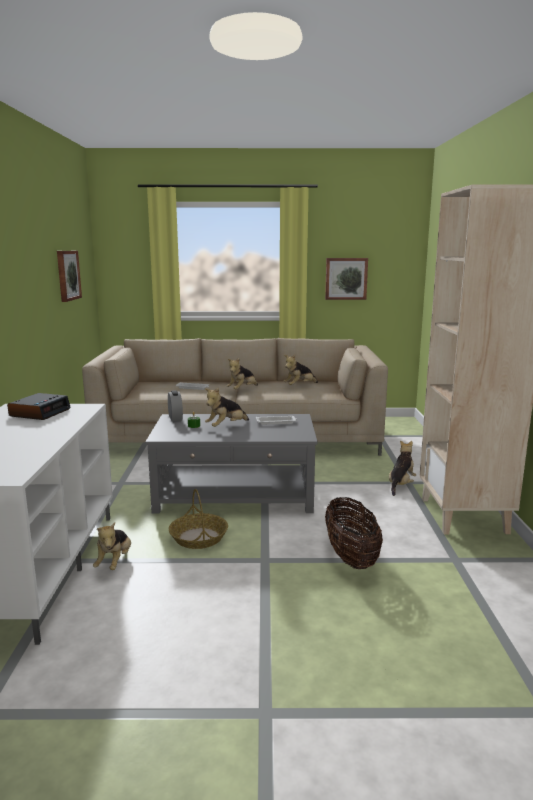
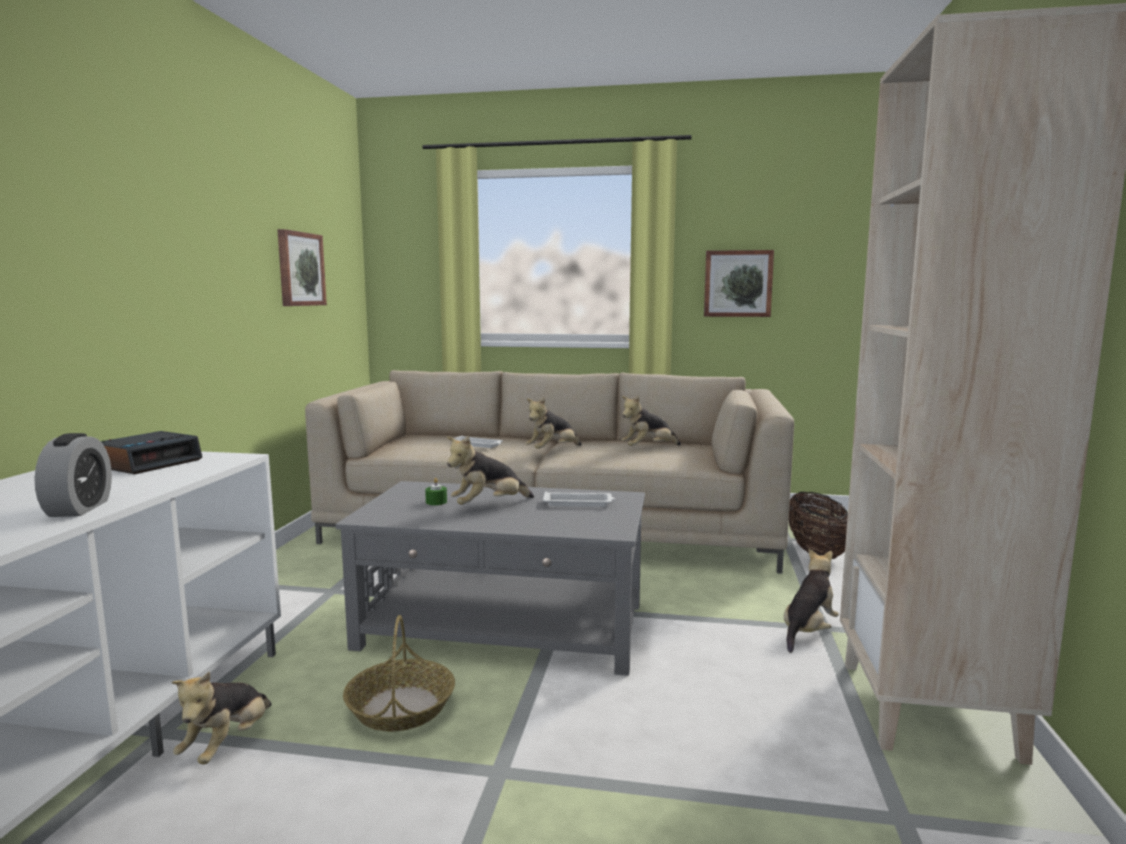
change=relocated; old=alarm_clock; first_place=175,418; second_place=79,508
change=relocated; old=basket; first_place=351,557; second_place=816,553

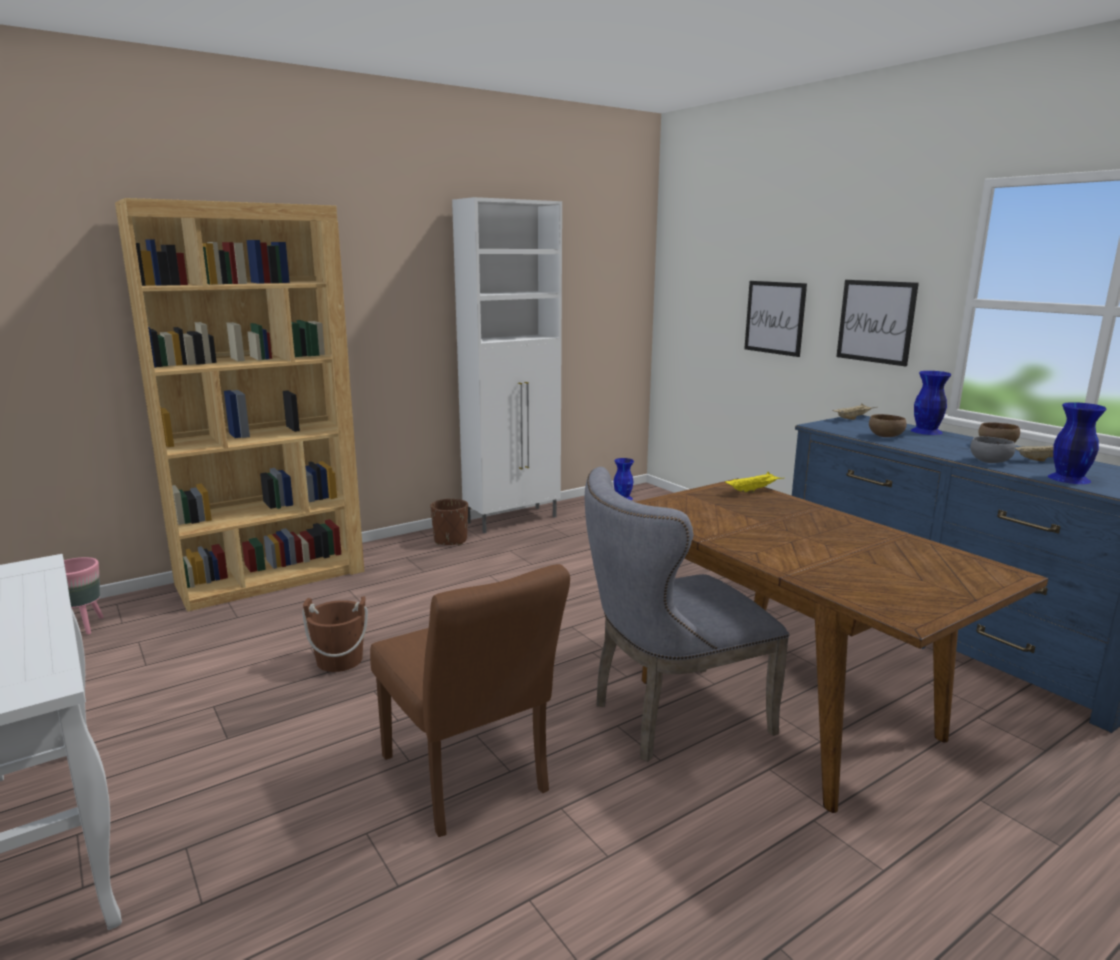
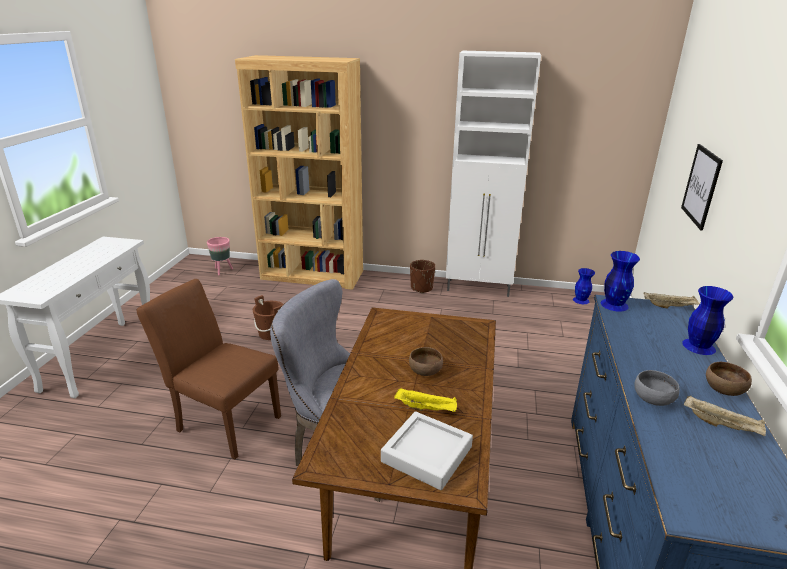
change=missing; old=picture; first_place=876,321
change=relocated; old=blue_vase; first_place=1068,478; second_place=614,304
change=relocated; old=brown_bowl; first_place=885,436; second_place=425,371
change=relocated; old=yellow_tray; first_place=753,490; second_place=426,408
change=spun; old=brown_chair; first_place=470,781; second_place=223,421; degrees=105
change=appeared; new=grey_tray; second_place=427,454

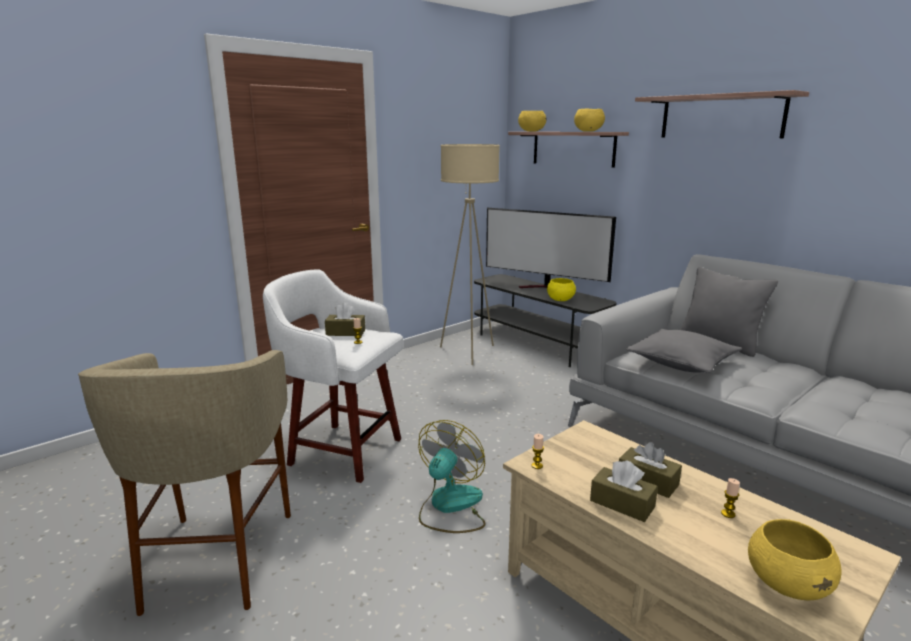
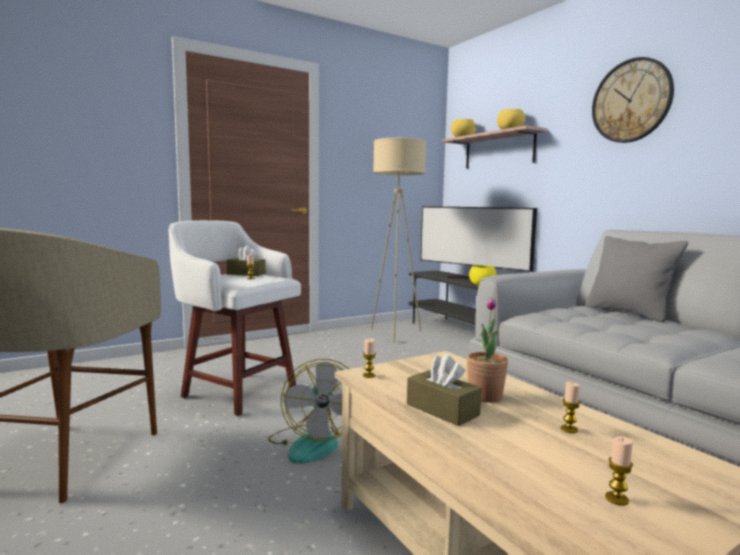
change=exchanged; old=shelf; new=wall_clock; first_place=721,116; second_place=631,101
change=missing; old=grey_pillow; first_place=681,363
change=spun; old=fan; first_place=450,506; second_place=312,443; degrees=135
change=exchanged; old=brown_tissue_box; new=potted_plant; first_place=647,481; second_place=485,396
change=exchanged; old=yellow_bowl; new=candle; first_place=787,584; second_place=617,499

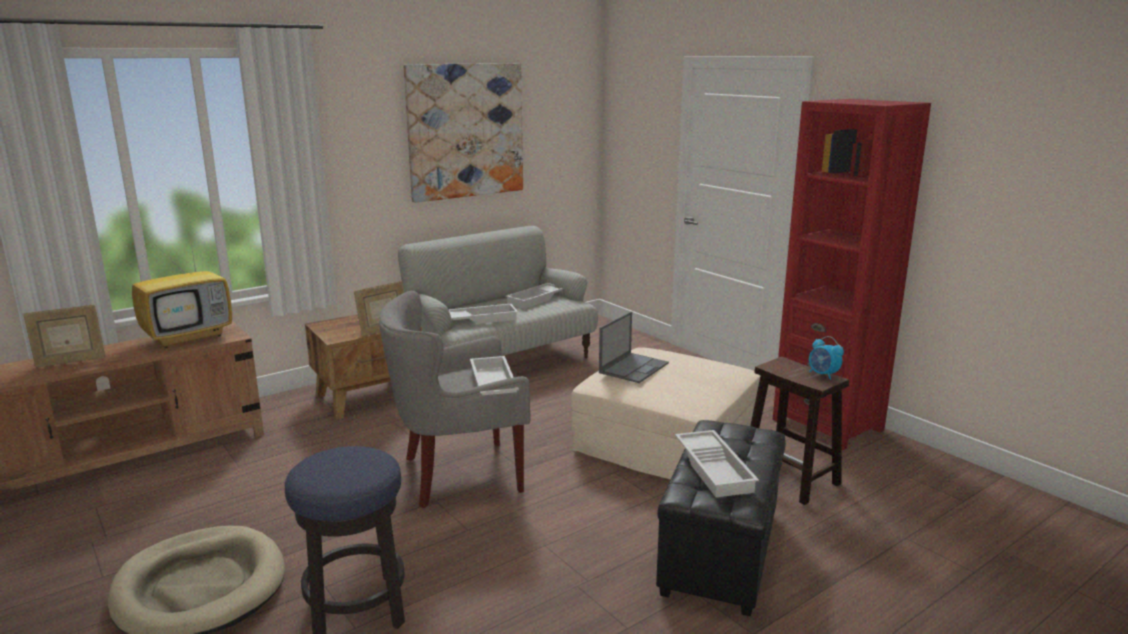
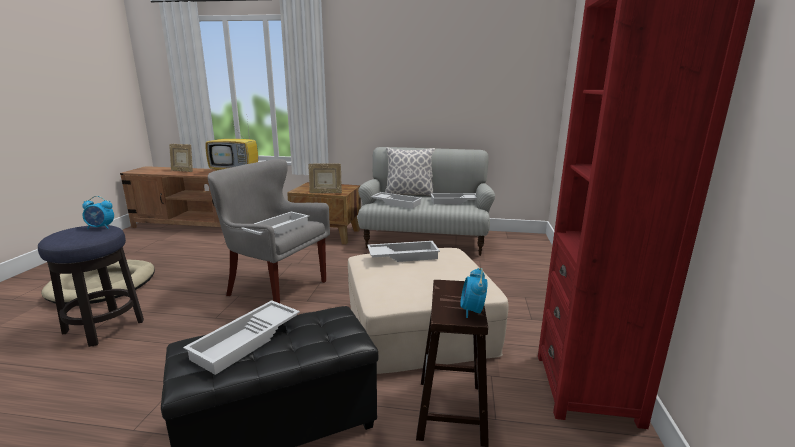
change=missing; old=picture; first_place=466,131
change=exchanged; old=laptop; new=white_tray; first_place=634,368; second_place=403,255
change=appeared; new=pillow; second_place=409,194
change=appeared; new=alarm_clock; second_place=101,227

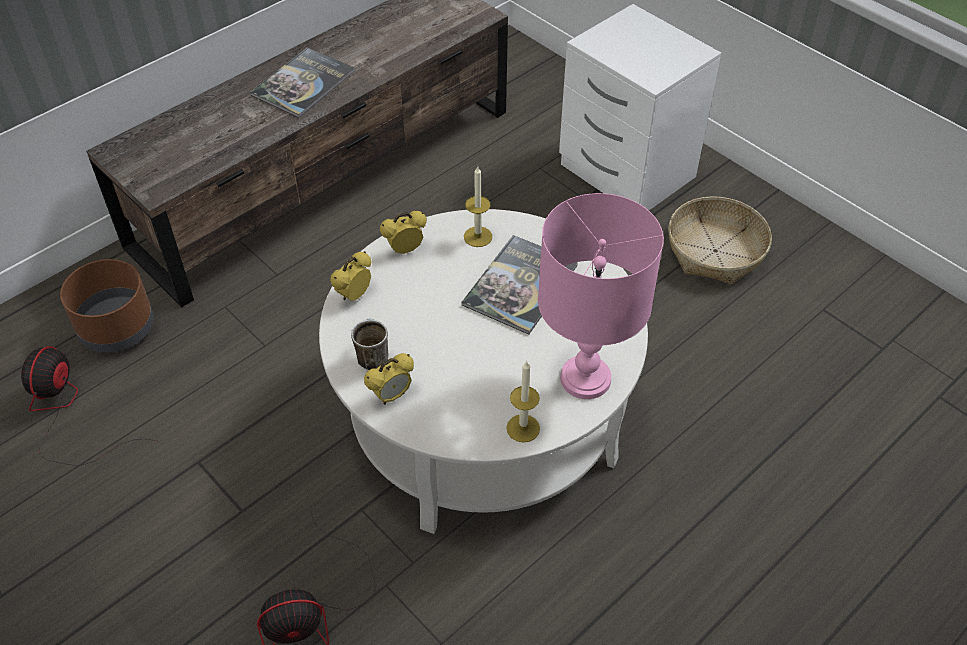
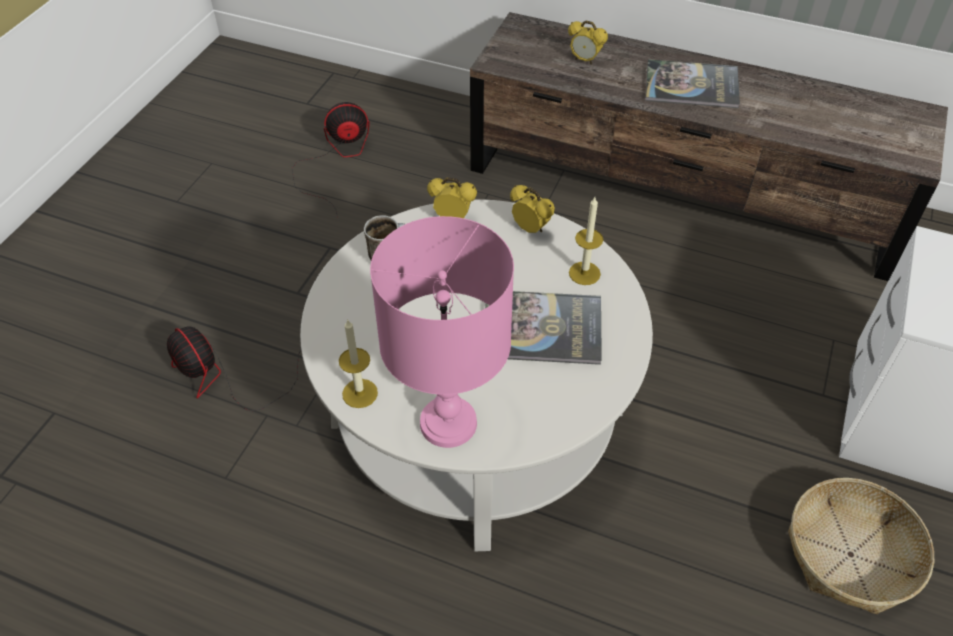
change=missing; old=brown_planter; first_place=118,327
change=relocated; old=alarm_clock; first_place=391,396; second_place=585,60

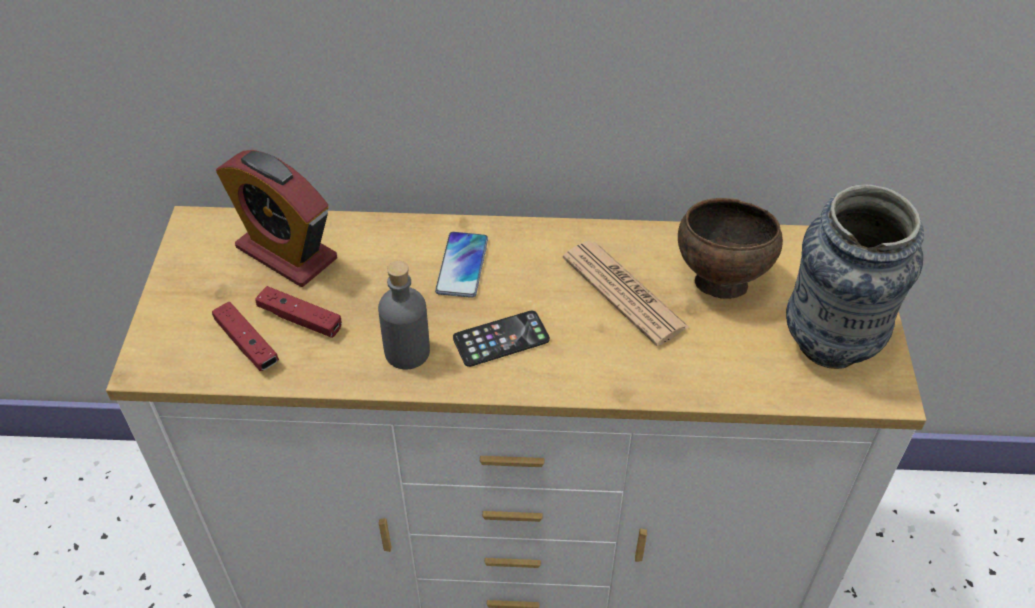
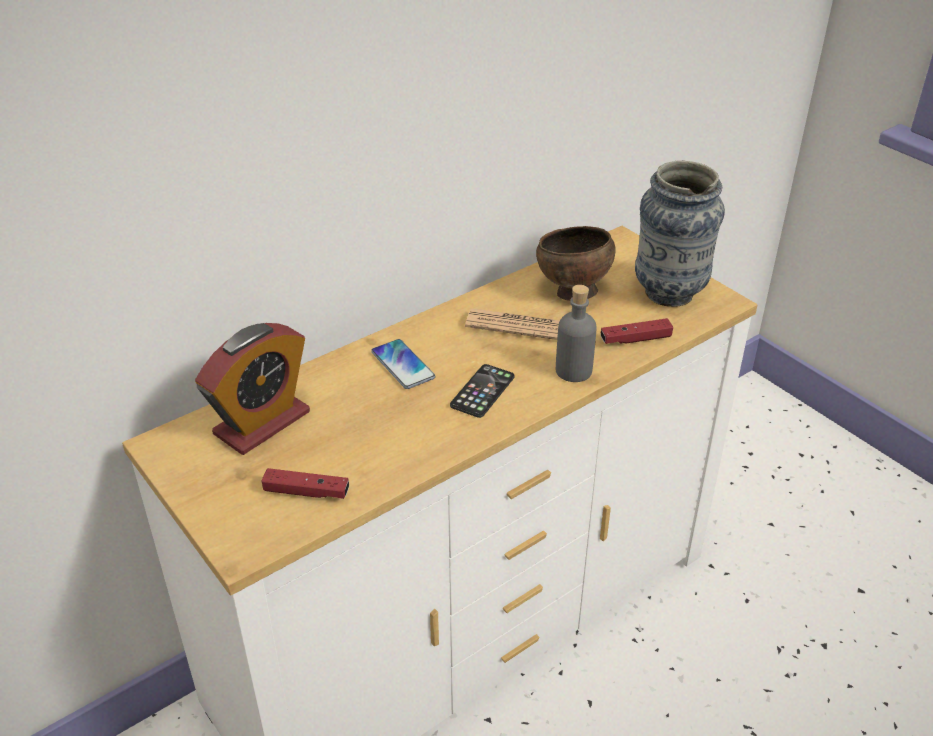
change=spun; old=alarm_clock; first_place=286,253; second_place=262,423; degrees=-45
change=relocated; old=grey_bottle; first_place=407,352; second_place=573,370
change=relocated; old=red_game_controller; first_place=300,319; second_place=635,339

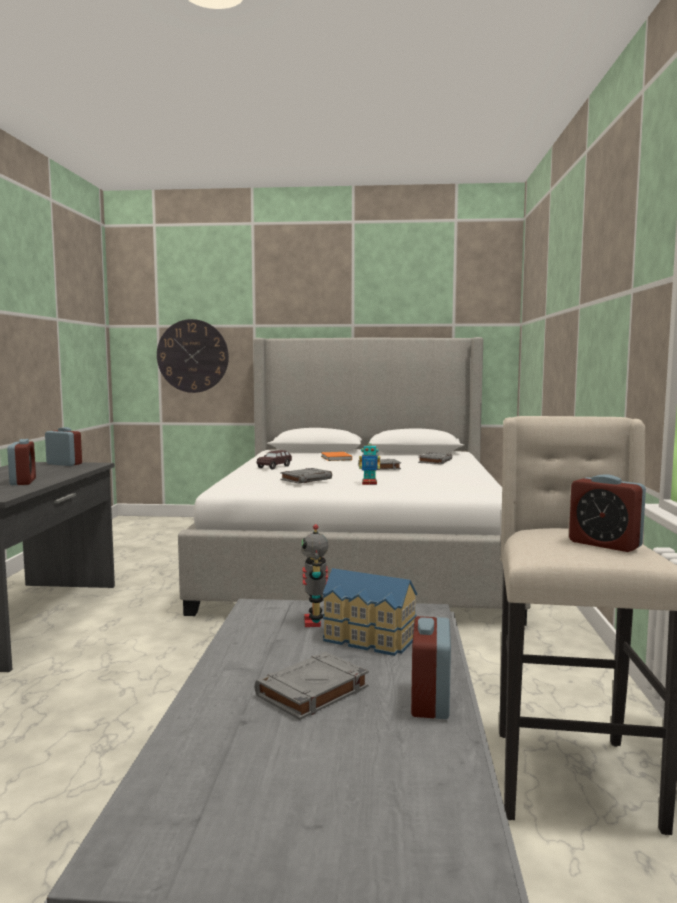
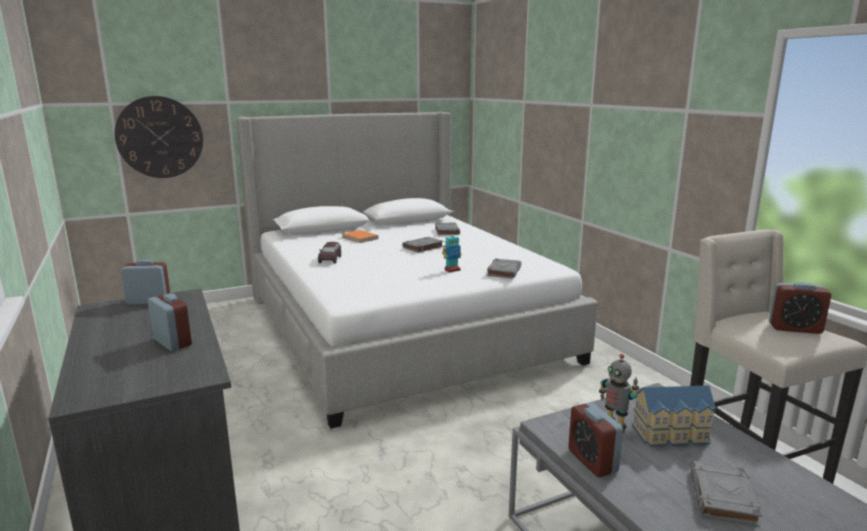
change=relocated; old=grey_book; first_place=306,479; second_place=504,271
change=relocated; old=alarm_clock; first_place=430,701; second_place=592,461

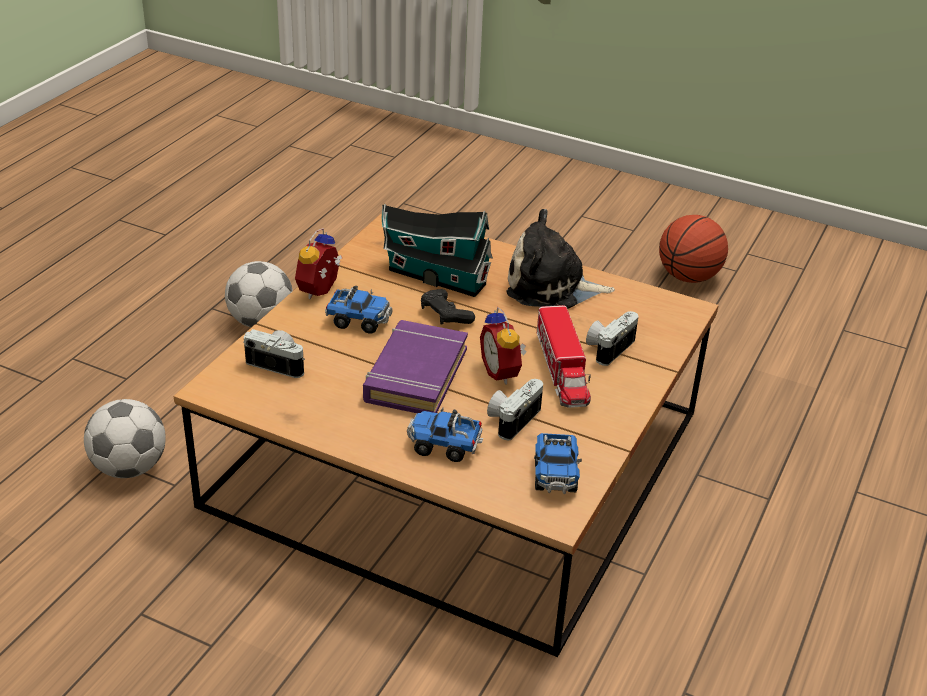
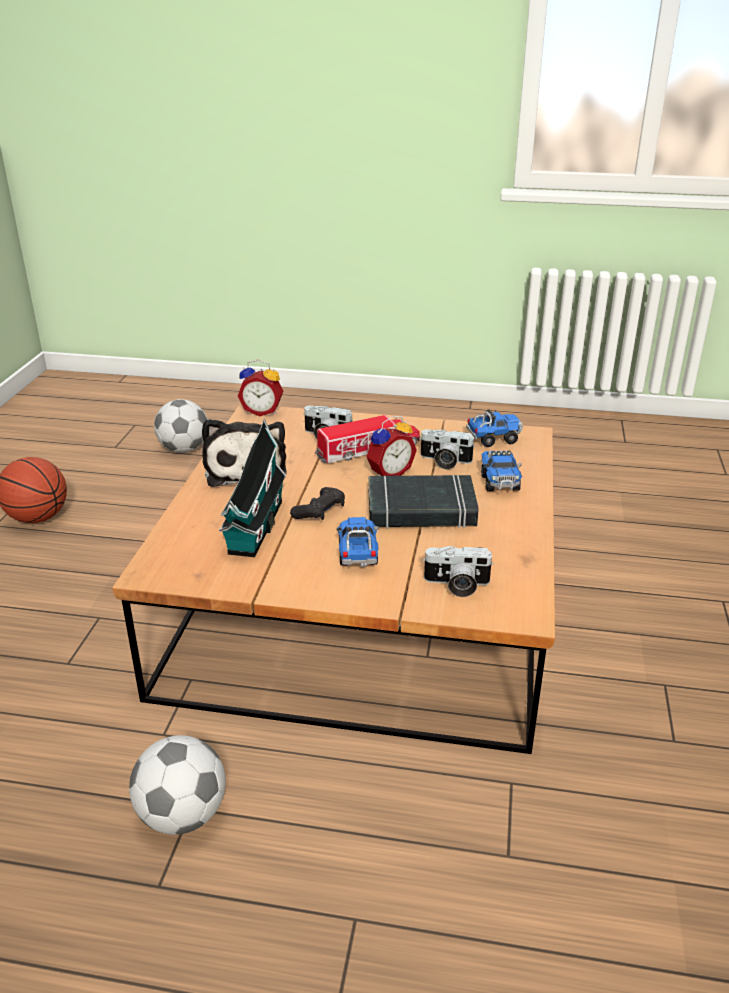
change=relocated; old=alarm_clock; first_place=322,291; second_place=262,411
change=colour; old=purple_book; new=black_book; first_place=415,375; second_place=421,510
change=spun; old=photo_camera; first_place=279,363; second_place=456,585; degrees=-90
change=relocated; old=football; first_place=129,467; second_place=184,449

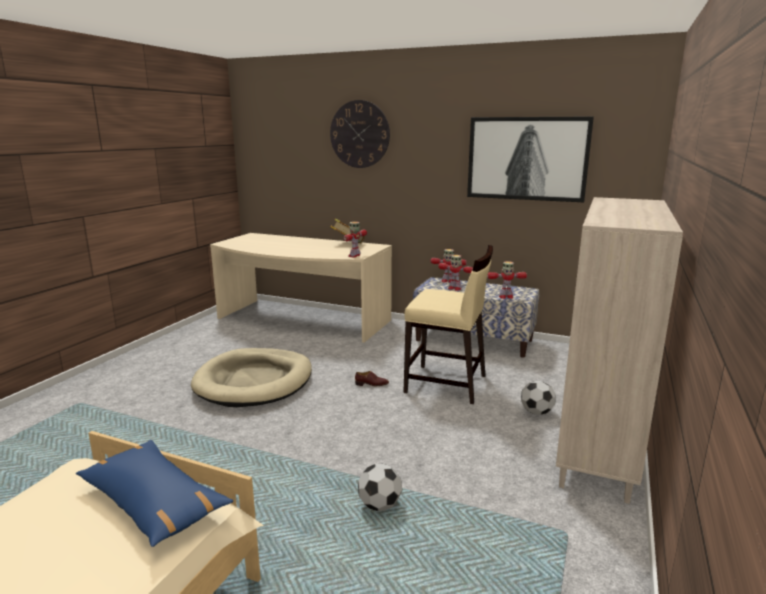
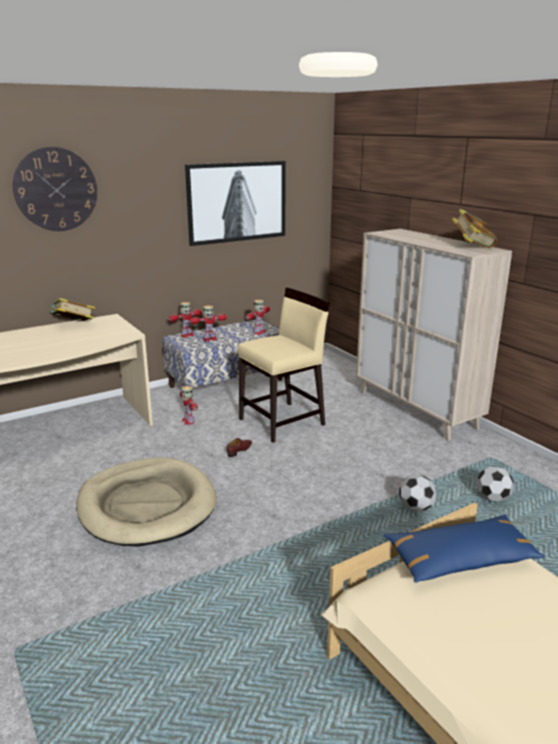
change=relocated; old=toy_robot; first_place=354,256; second_place=188,421
change=relocated; old=football; first_place=536,412; second_place=492,498
change=appeared; new=book; second_place=472,246

